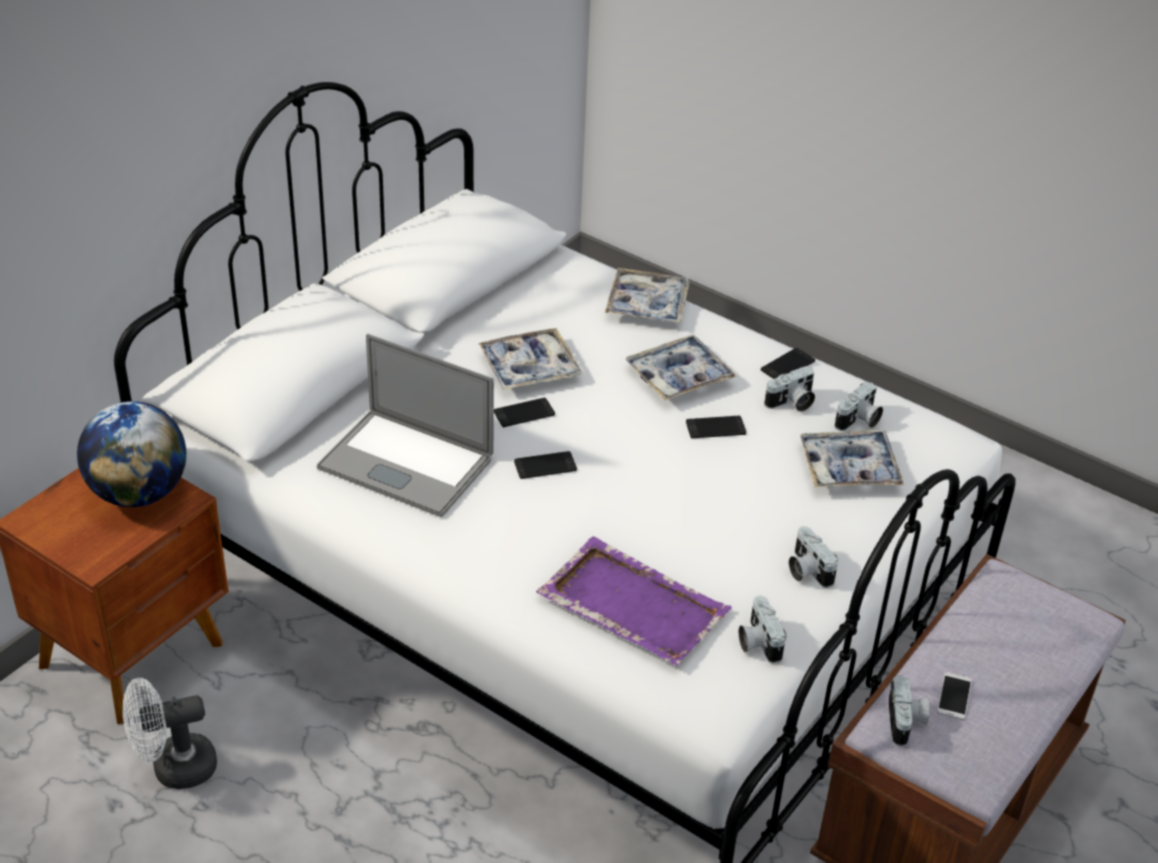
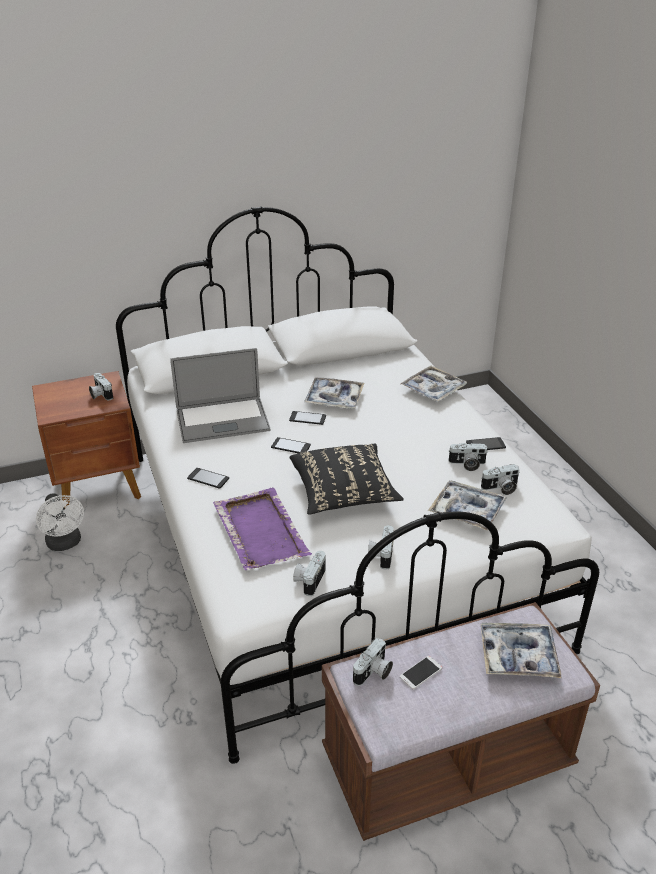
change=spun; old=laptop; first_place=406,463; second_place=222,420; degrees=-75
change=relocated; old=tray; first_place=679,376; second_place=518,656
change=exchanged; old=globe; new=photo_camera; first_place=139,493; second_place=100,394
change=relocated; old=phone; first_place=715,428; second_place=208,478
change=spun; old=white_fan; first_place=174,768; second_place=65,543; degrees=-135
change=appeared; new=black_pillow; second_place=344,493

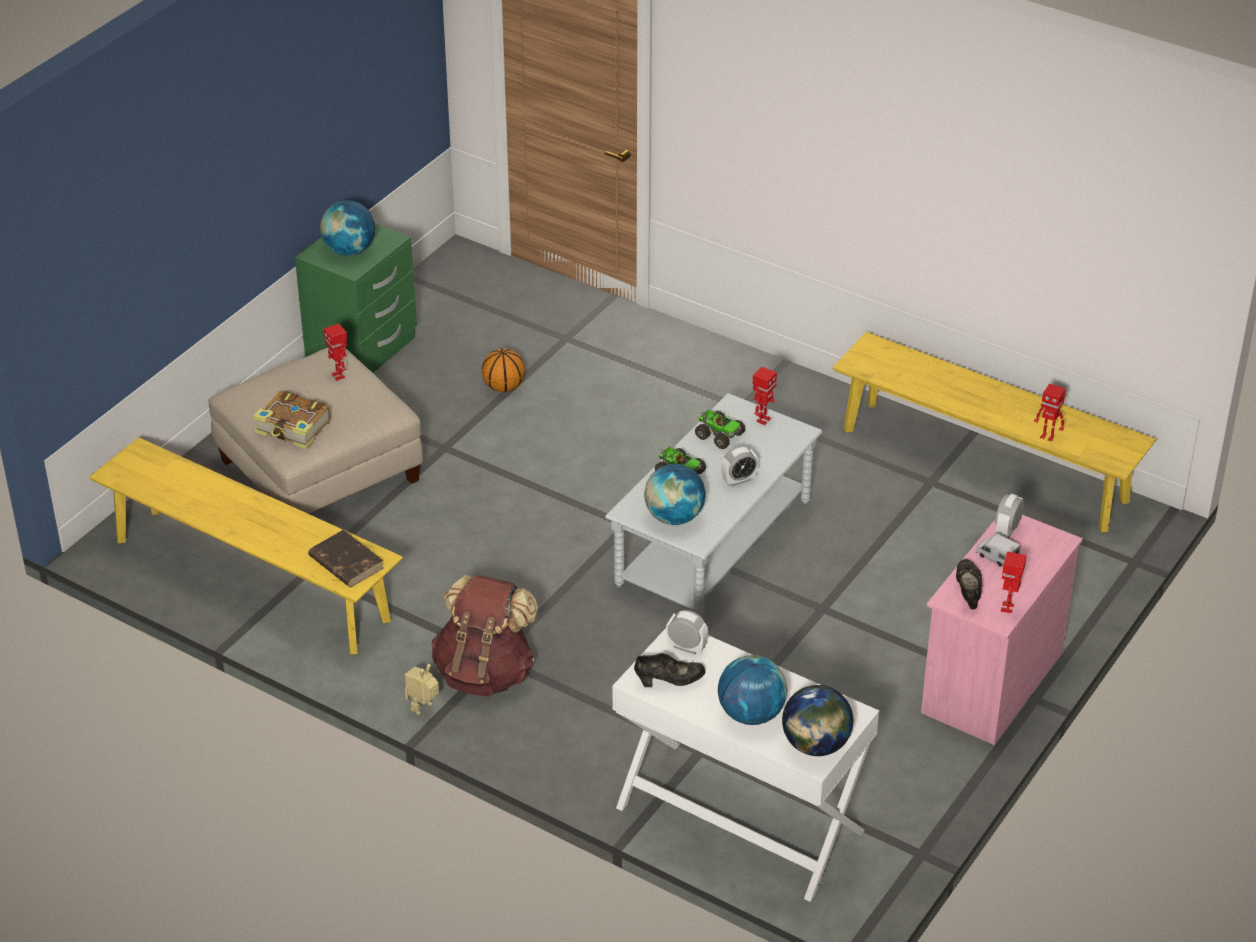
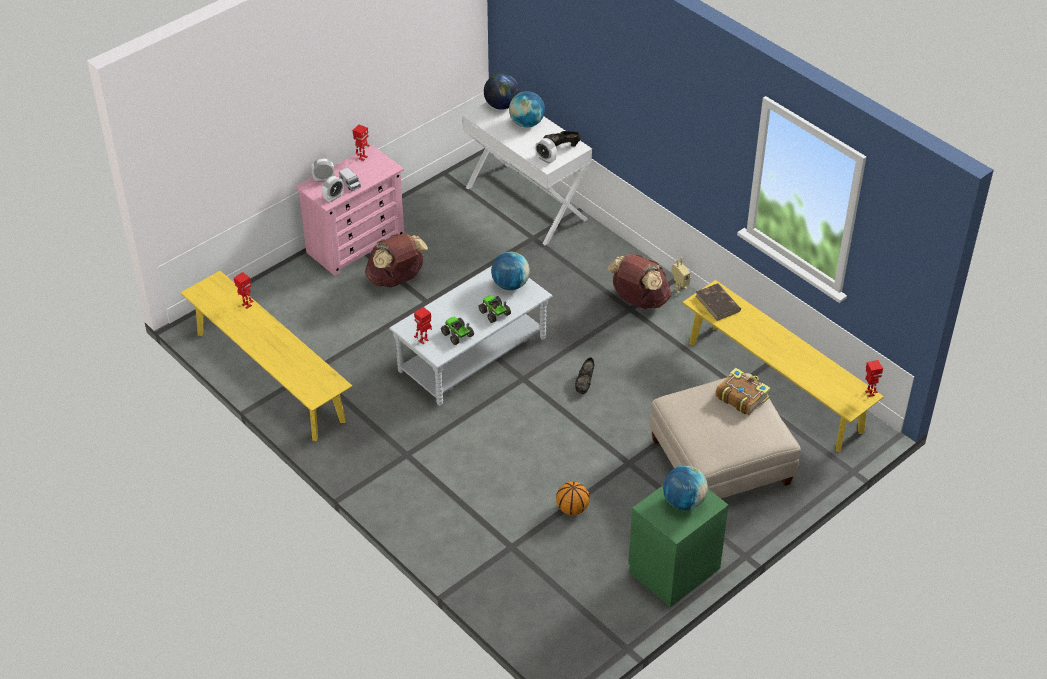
change=relocated; old=toy_robot; first_place=339,376; second_place=869,393
change=relocated; old=alarm_clock; first_place=739,480; second_place=324,179
change=relocated; old=black_shoe; first_place=968,592; second_place=584,383
change=appeared; new=brown_backpack; second_place=396,280

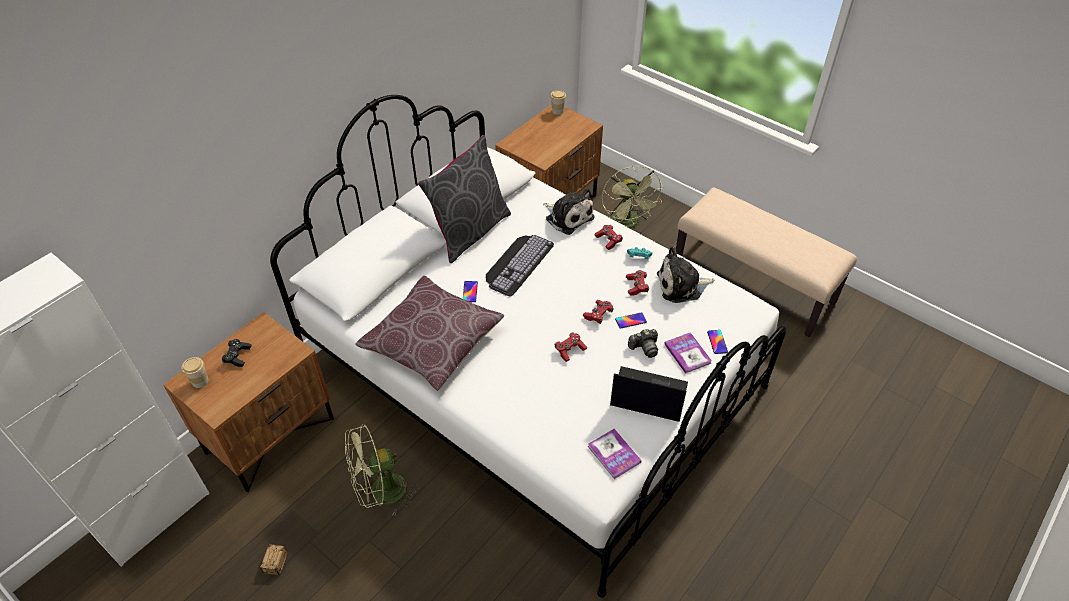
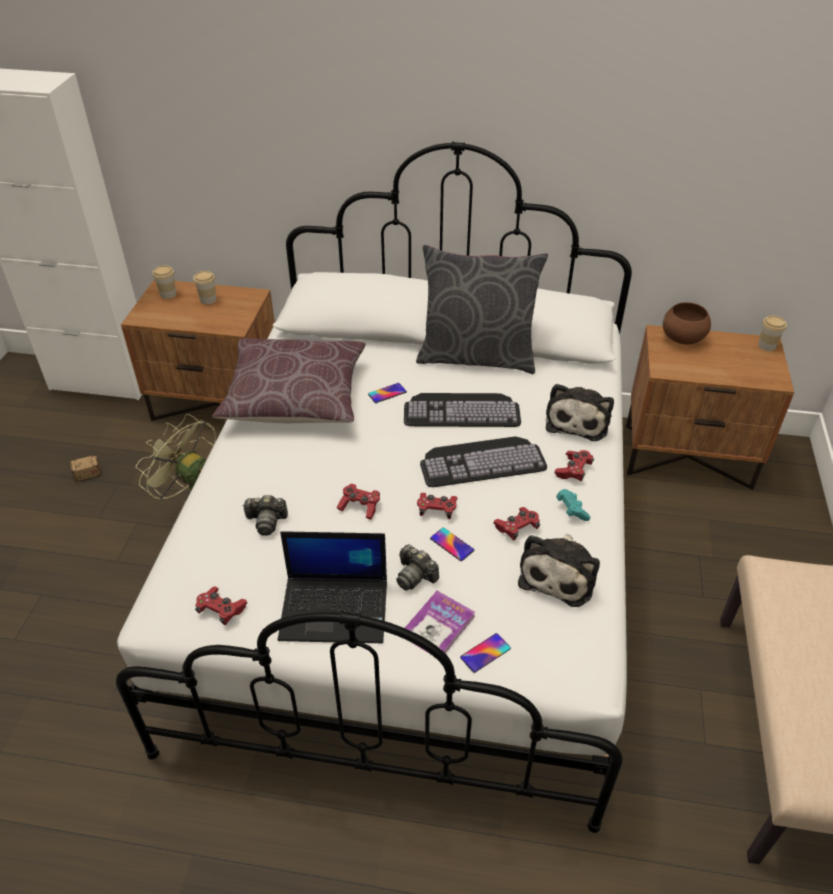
change=missing; old=green_fan; first_place=628,224
change=spun; old=plush_toy; first_place=681,286; second_place=559,574; degrees=-120
change=exchanged; old=black_game_controller; new=cup; first_place=238,356; second_place=208,299
change=spun; old=laptop; first_place=647,395; second_place=336,609; degrees=105
change=exchanged; old=book; new=red_game_controller; first_place=614,454; second_place=221,610
change=appeared; new=brown_bowl; second_place=683,339
change=appeared; new=keyboard; second_place=482,460
change=appeared; new=photo_camera; second_place=266,521

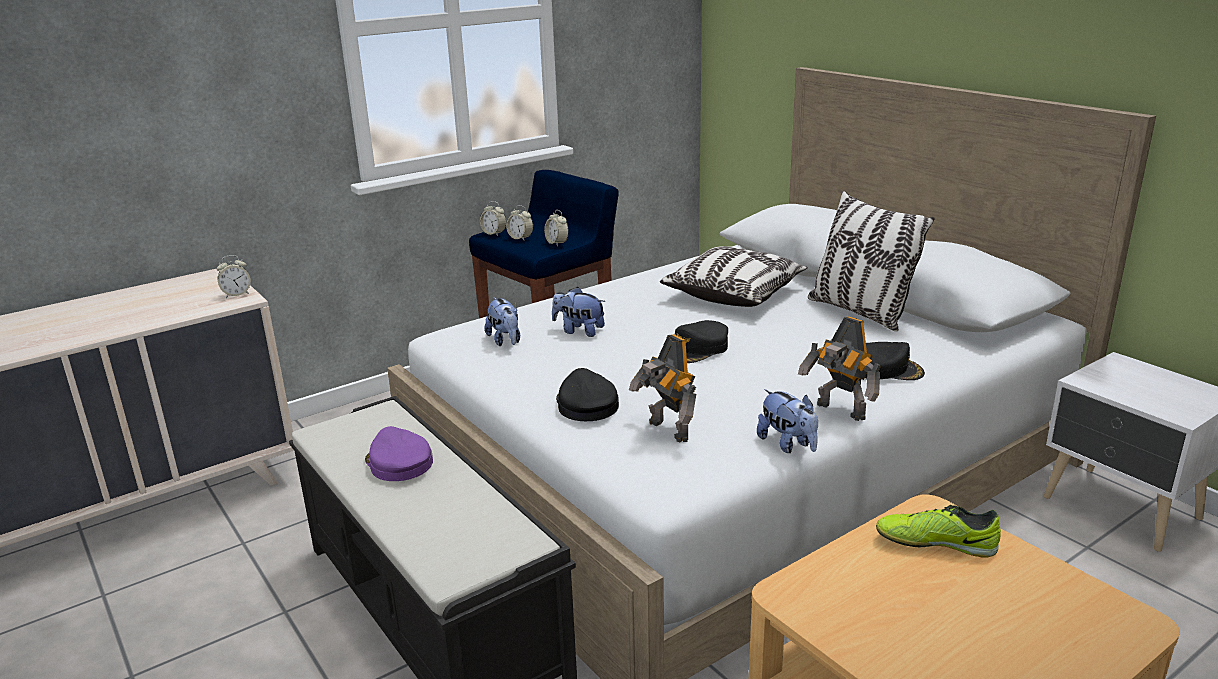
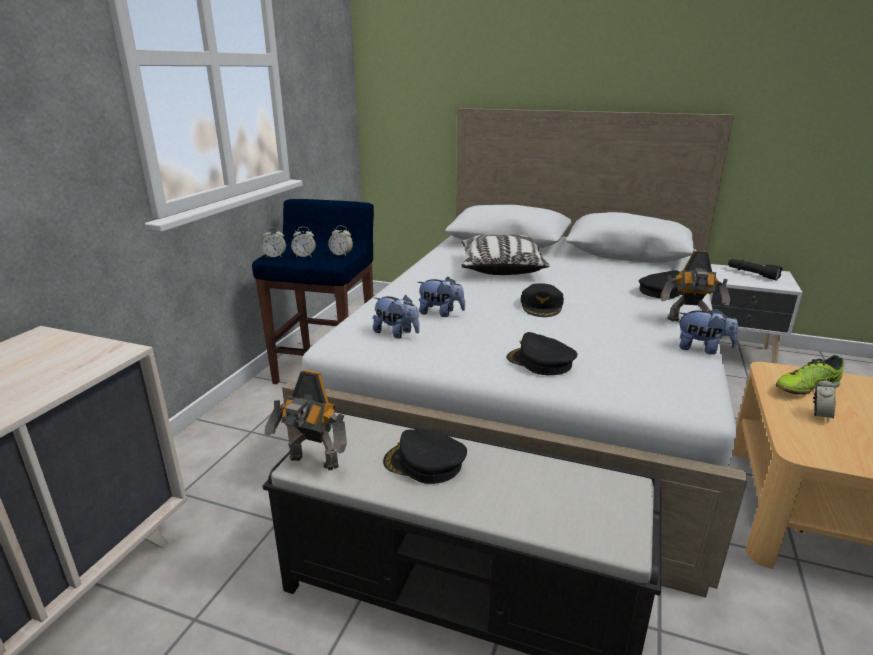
change=missing; old=pillow; first_place=860,312
change=relocated; old=alarm_clock; first_place=236,294; second_place=820,415
change=spun; old=plush_toy; first_place=579,331; second_place=440,313; degrees=-150
change=relocated; old=toy_robot; first_place=666,431; second_place=312,463
change=colour; old=purple_cap; new=black_cap; first_place=398,463; second_place=424,463
change=appeared; new=black_flashlight; second_place=752,274

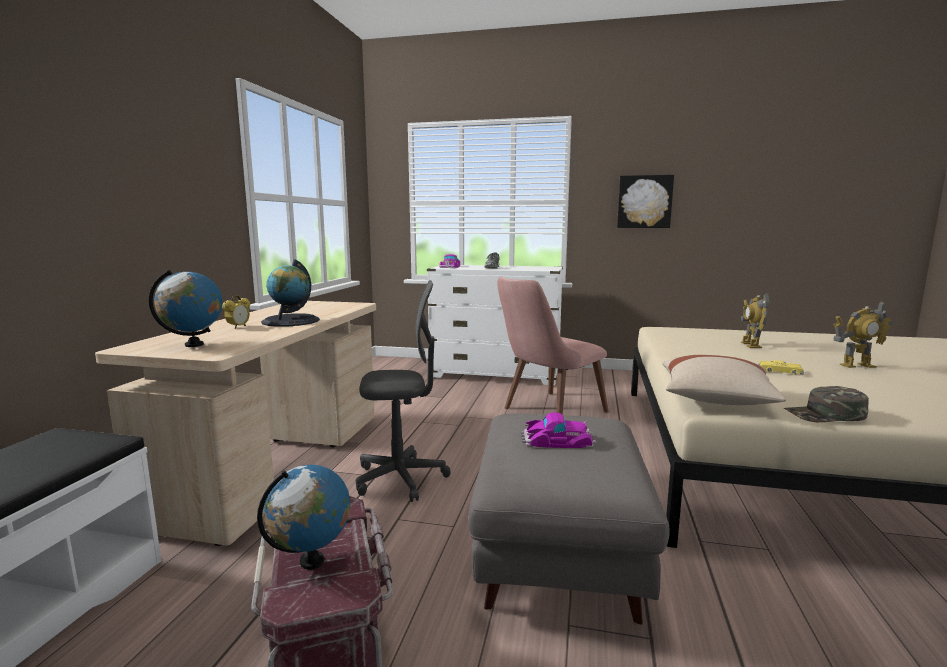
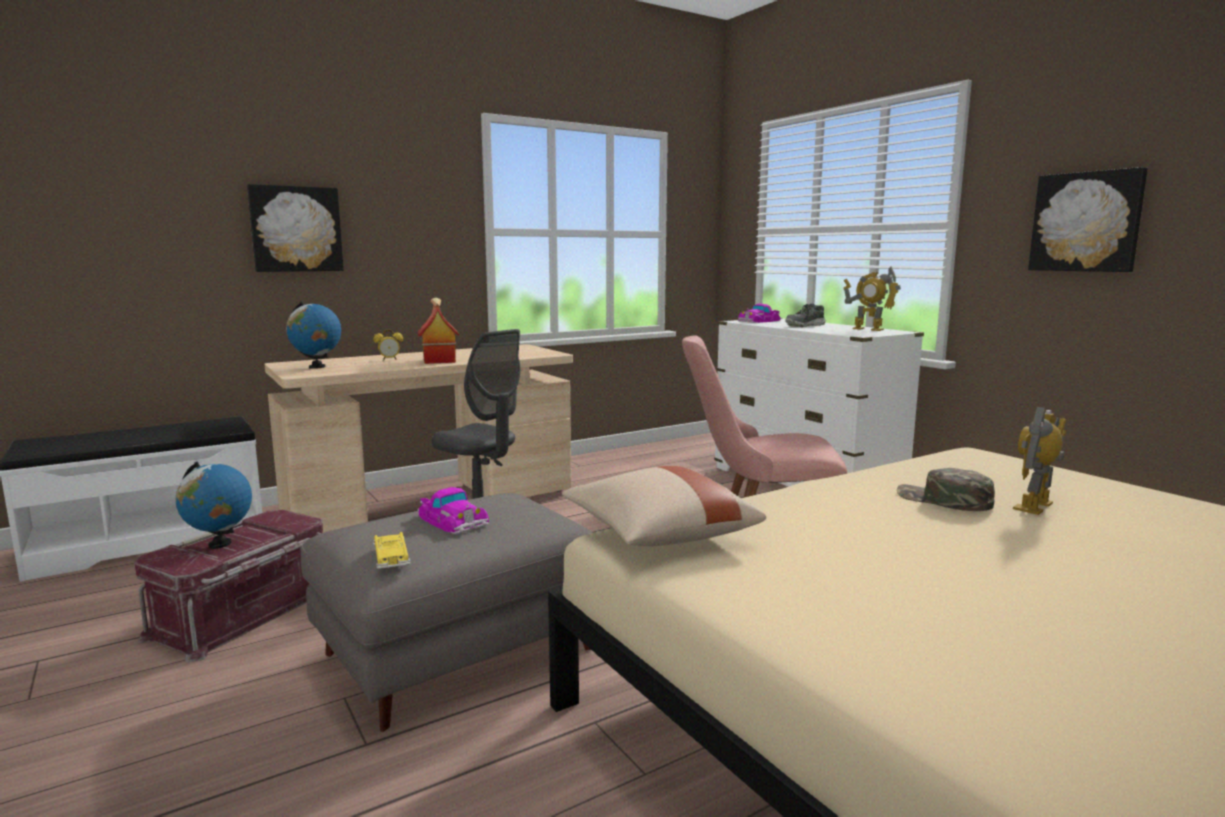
change=exchanged; old=globe; new=toy_house; first_place=291,321; second_place=438,360
change=relocated; old=toy_robot; first_place=857,365; second_place=868,329
change=relocated; old=yellow_toy_car; first_place=780,371; second_place=391,556
change=relocated; old=green_cap; first_place=825,415; second_place=943,500
change=appeared; new=picture; second_place=296,229

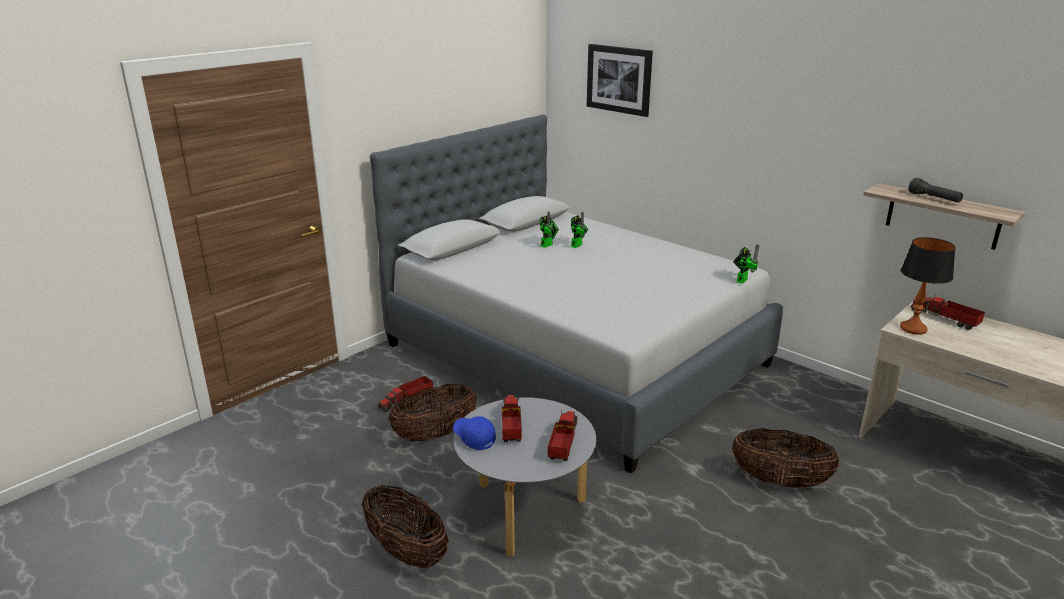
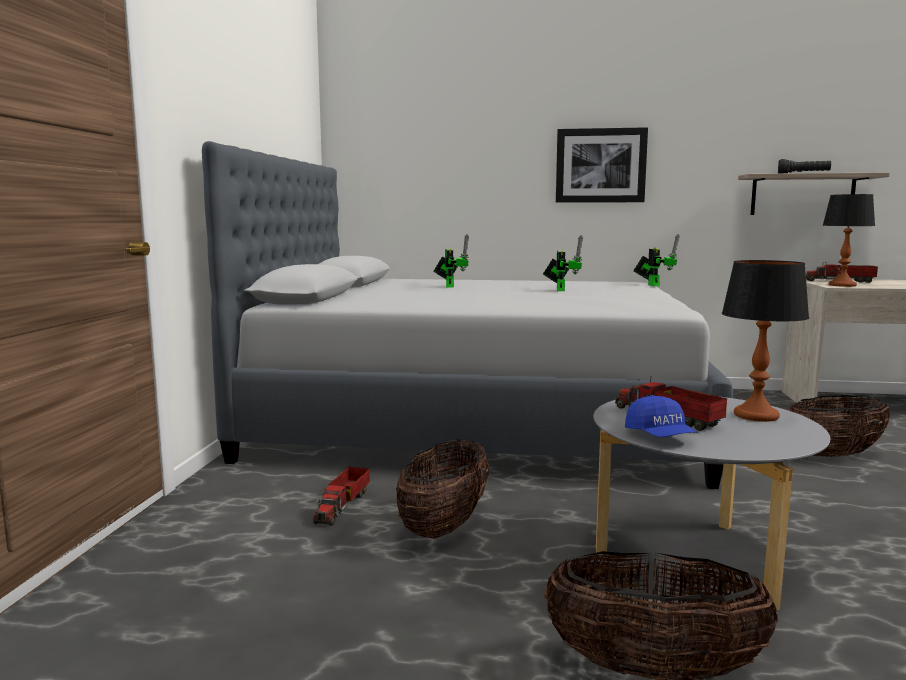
change=relocated; old=picture; first_place=619,79; second_place=600,165
change=relocated; old=toy_robot; first_place=548,244; second_place=560,290
change=exchanged; old=toy_truck; new=table_lamp; first_place=563,442; second_place=756,415
change=spun; old=blue_cap; first_place=474,438; second_place=660,436; degrees=-120

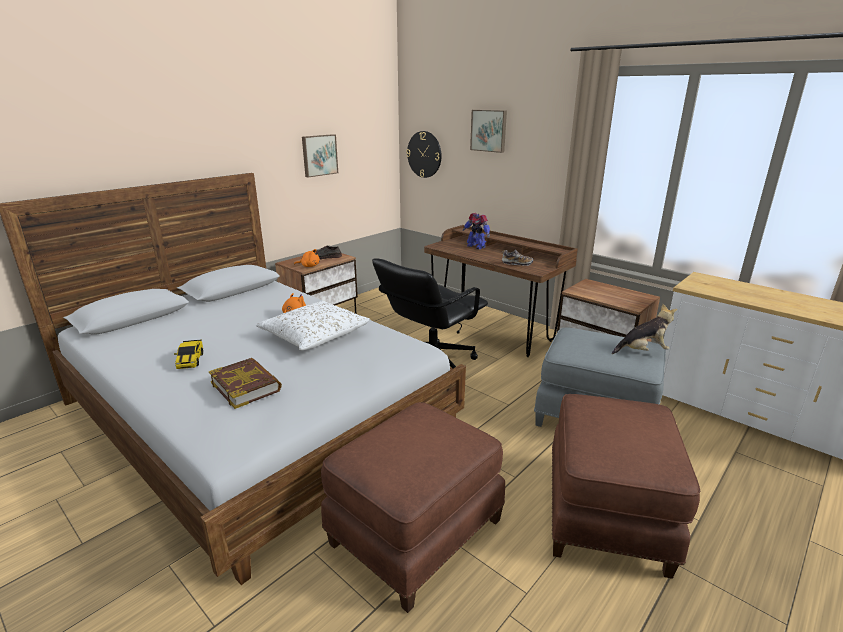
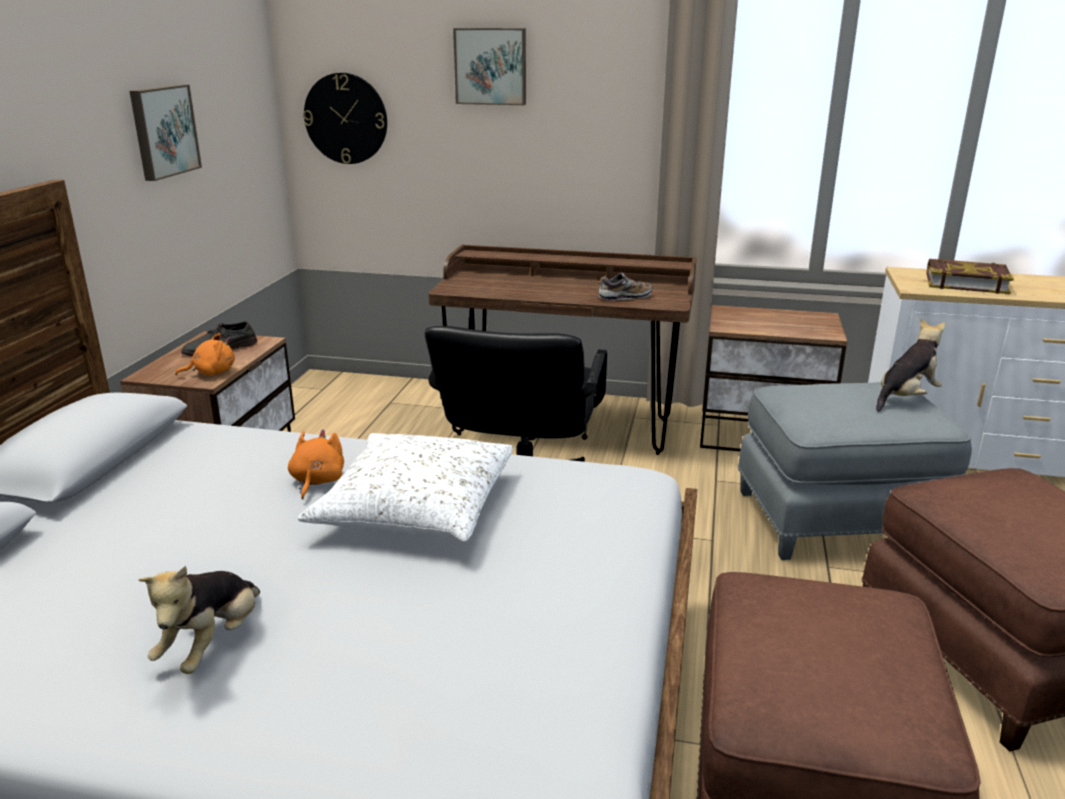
change=missing; old=toy_robot; first_place=476,246
change=exchanged; old=toy_car; new=plush_toy; first_place=190,360; second_place=212,644
change=relocated; old=book; first_place=246,386; second_place=966,282

